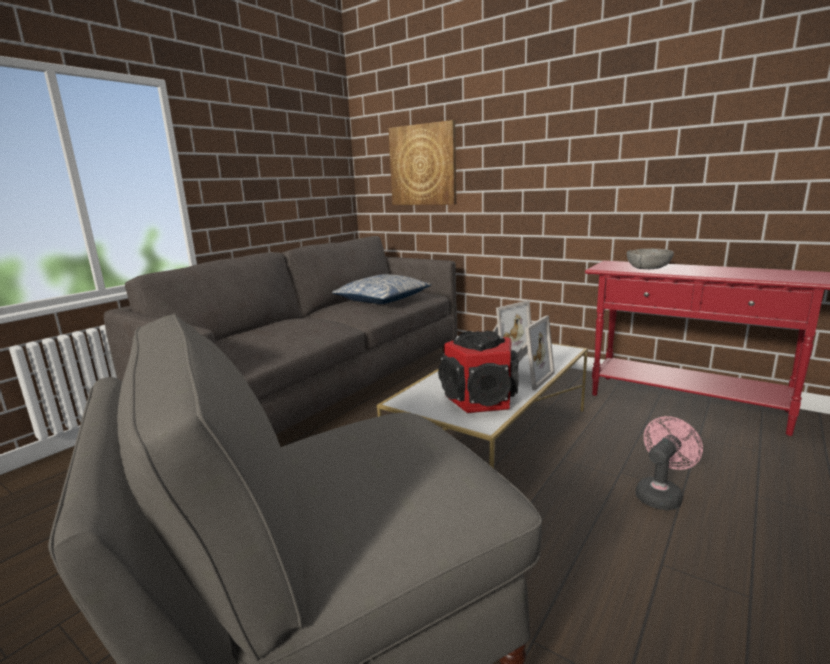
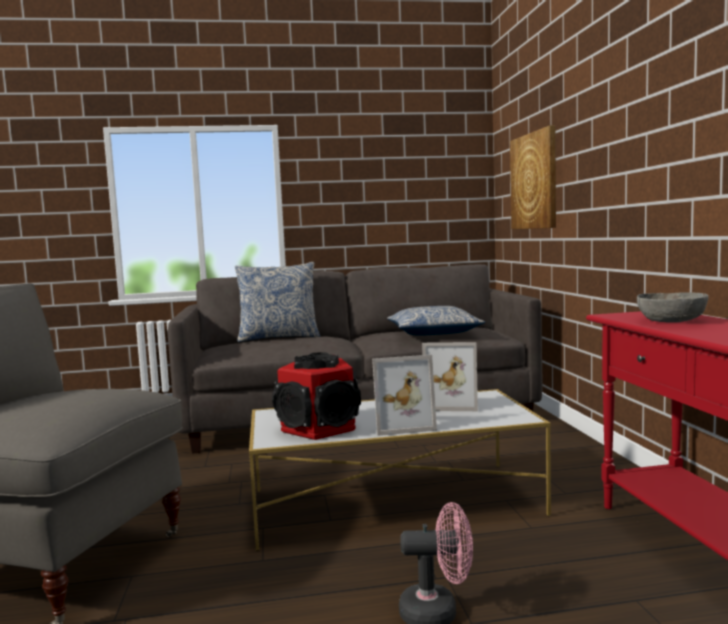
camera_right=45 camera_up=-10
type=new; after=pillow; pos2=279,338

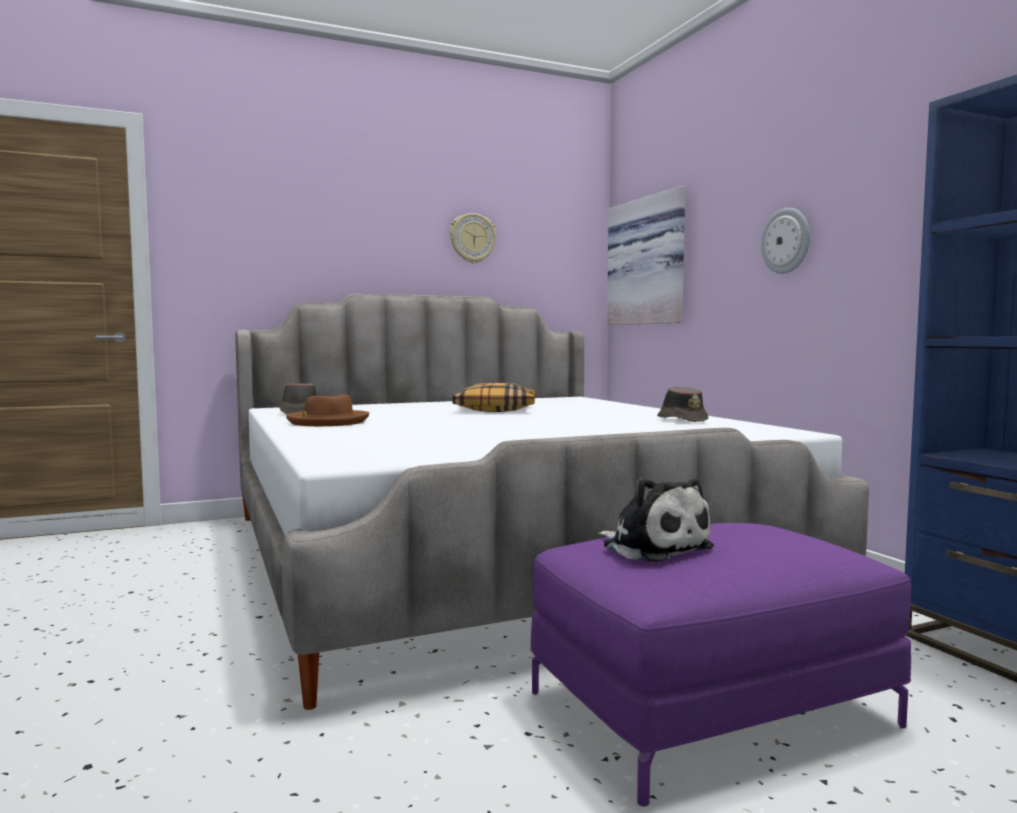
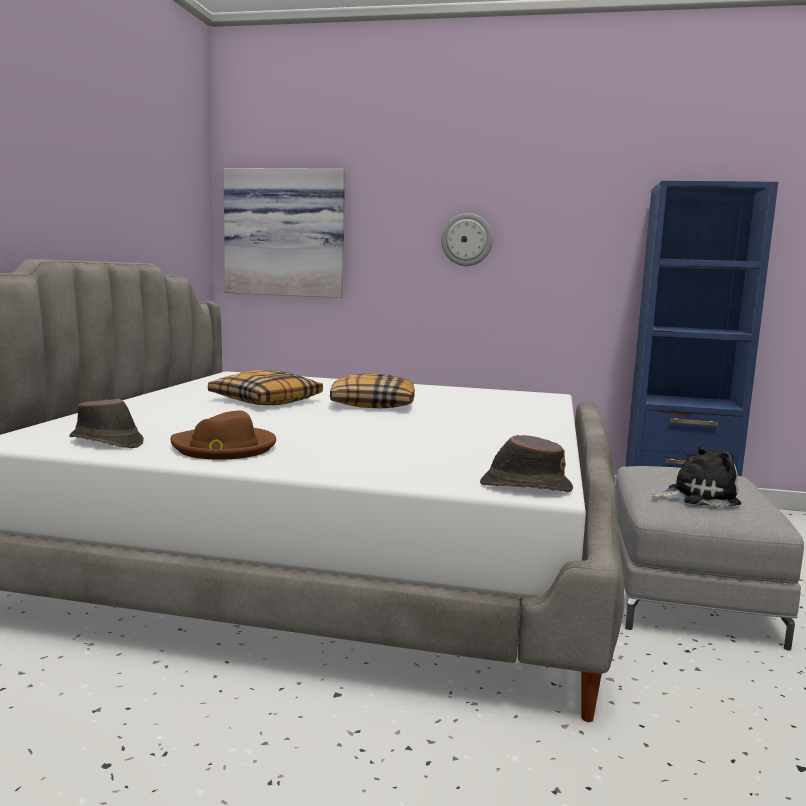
camera_right=-55 camera_up=5
type=new; after=pillow; pos2=371,404
type=shifted; before=brown hat; pos1=682,420; pos2=524,487
type=repainted; before=purple ottoman; after=grey ottoman; pos1=709,707; pos2=685,591
type=gone; before=wall clock; pos1=472,238

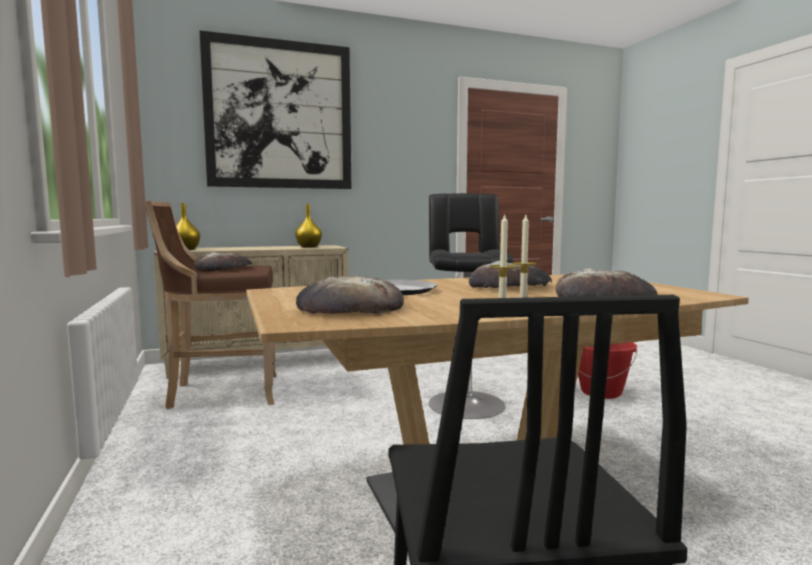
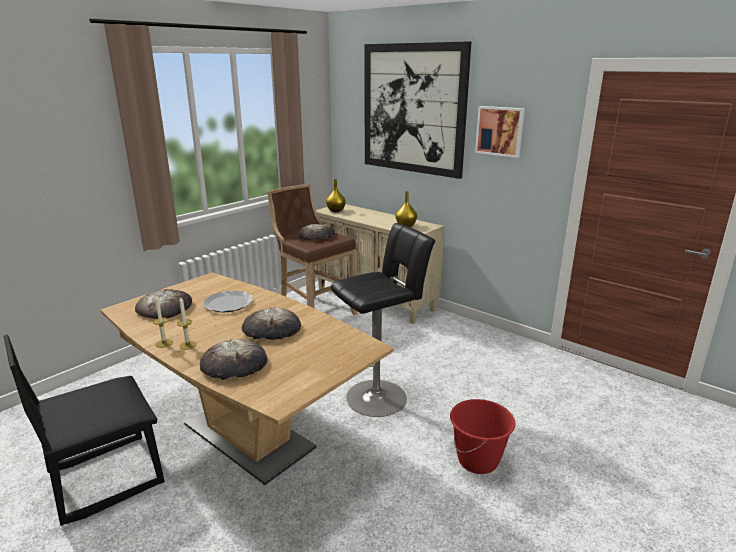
camera_right=60 camera_up=15
type=new; after=picture; pos2=500,131

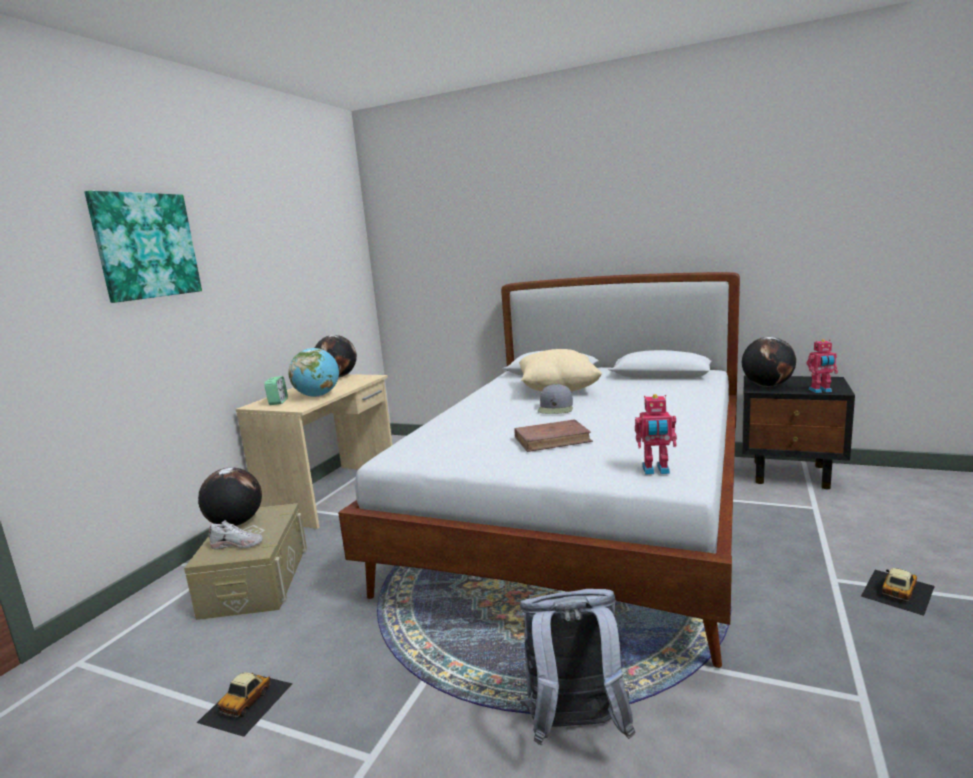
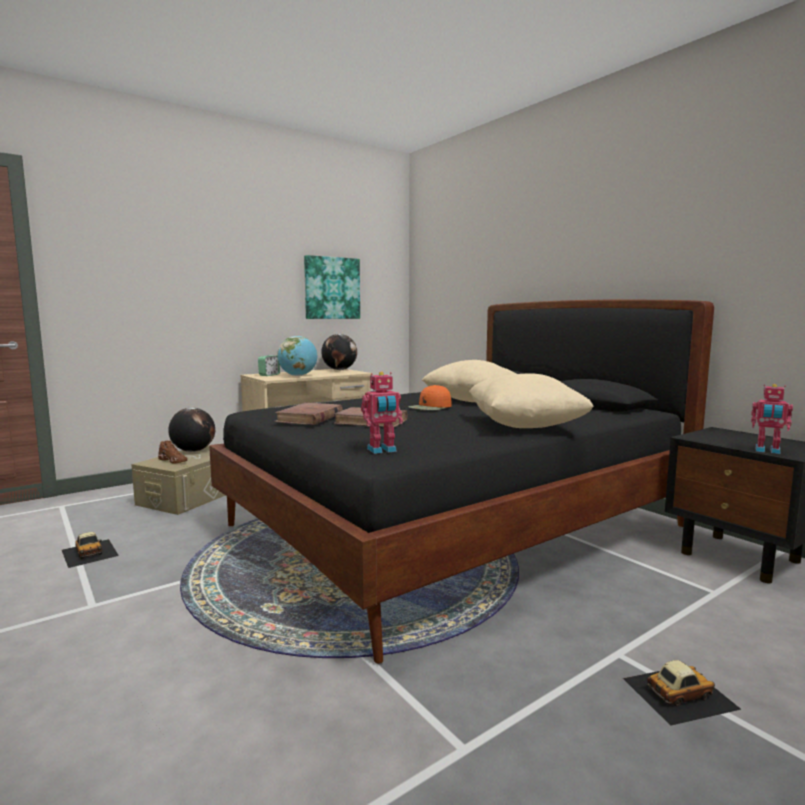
camera_right=30 camera_up=-5
type=rotated; before=toy car; pos1=247,702; pos2=90,552; turn=-90
type=repainted; before=white shoe; after=brown shoe; pos1=237,544; pos2=173,460
type=repainted; before=white bed; after=black bed; pos1=583,518; pos2=455,527
type=new; after=brown book; pos2=309,418
type=shifted; before=picture; pos1=145,246; pos2=332,288
type=rotated; before=toy robot; pos1=656,470; pos2=382,450; turn=-60
type=repainted; before=grey cap; after=orange cap; pos1=556,408; pos2=430,407
type=new; after=beige pillow; pos2=525,426
type=gone; before=grey backpack; pos1=575,728
type=gone; before=globe; pos1=767,386

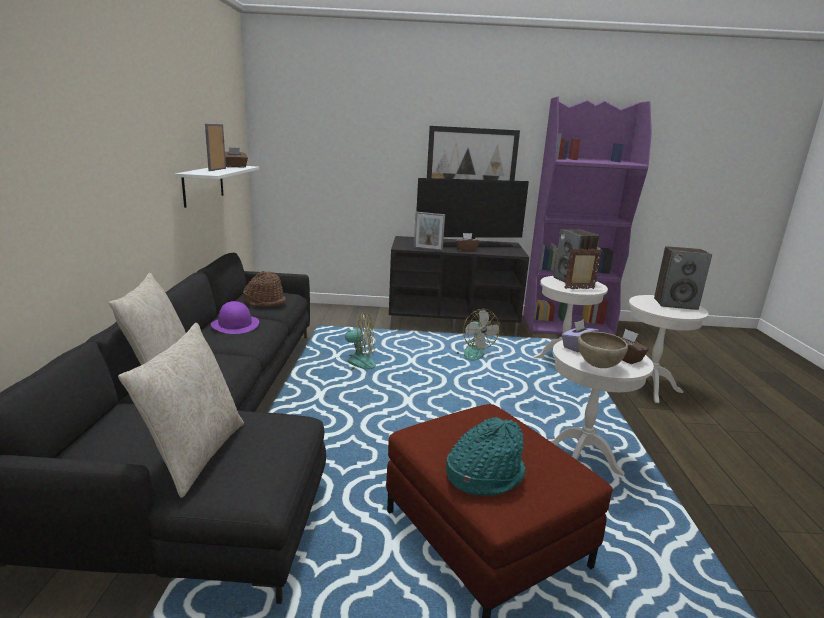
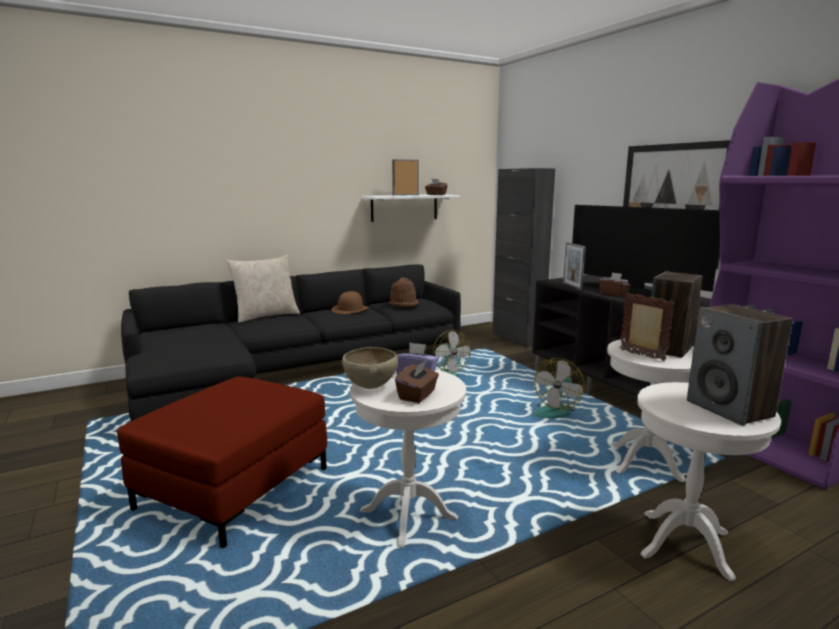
camera_right=60 camera_up=-5
type=repainted; before=purple hat; after=brown hat; pos1=235,324; pos2=350,309
type=new; after=black cabinet; pos2=517,338
type=gone; before=beige pillow; pos1=195,454
type=gone; before=turquoise hat; pos1=484,475

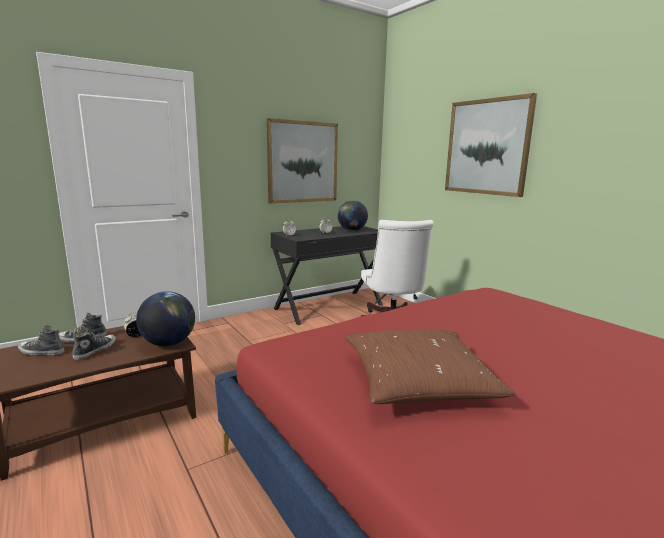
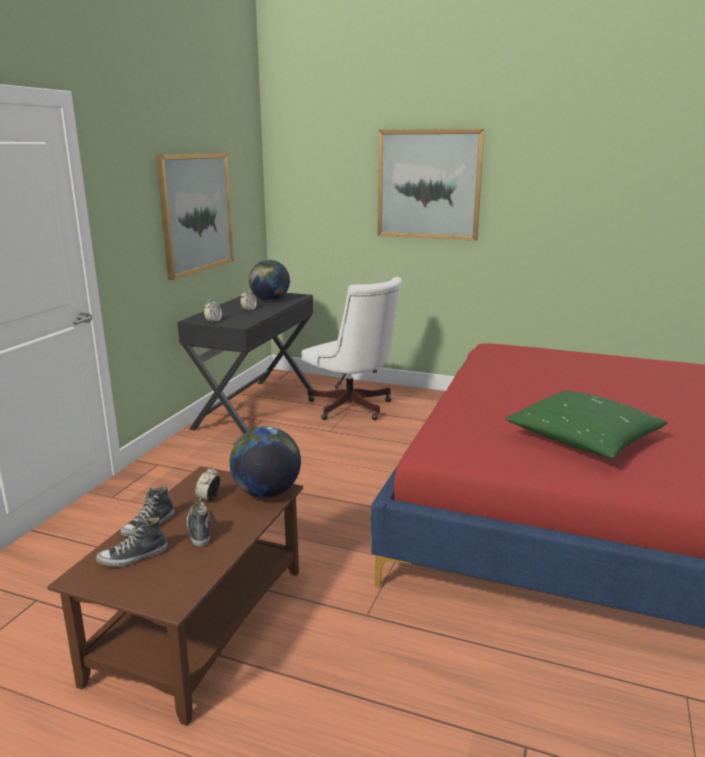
camera_right=-35 camera_up=5
type=repainted; before=brown pillow; after=green pillow; pos1=418,382; pos2=583,439

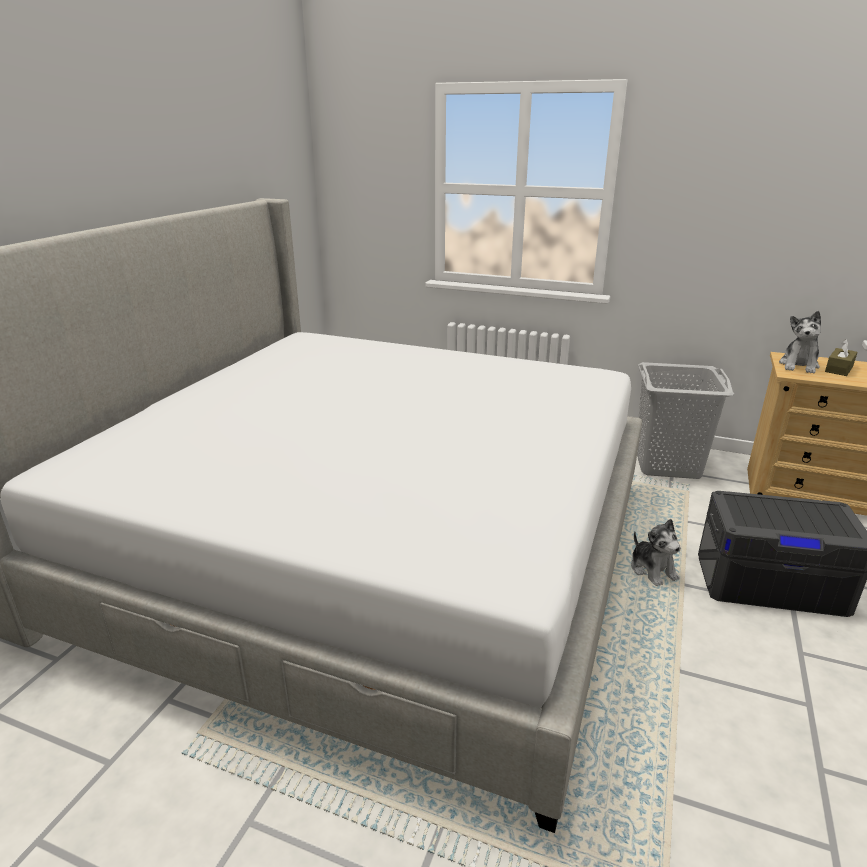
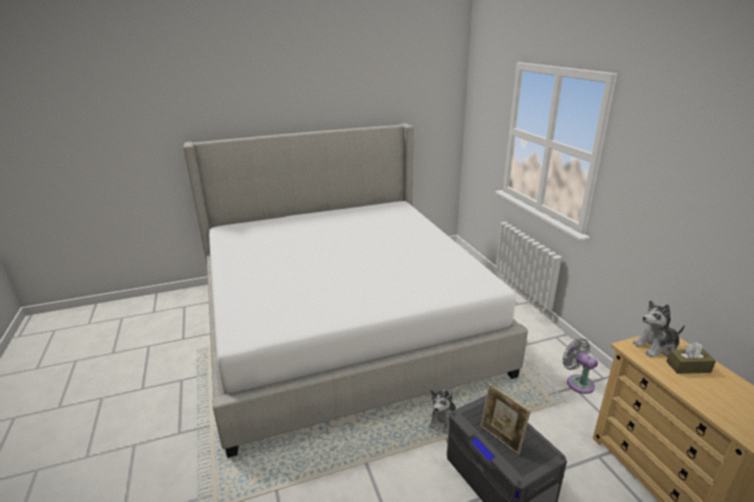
camera_right=50 camera_up=0
type=new; after=picture frame; pos2=501,439
type=swapped; before=grey laundry basket; after=grey fan; pos1=668,465; pos2=577,382

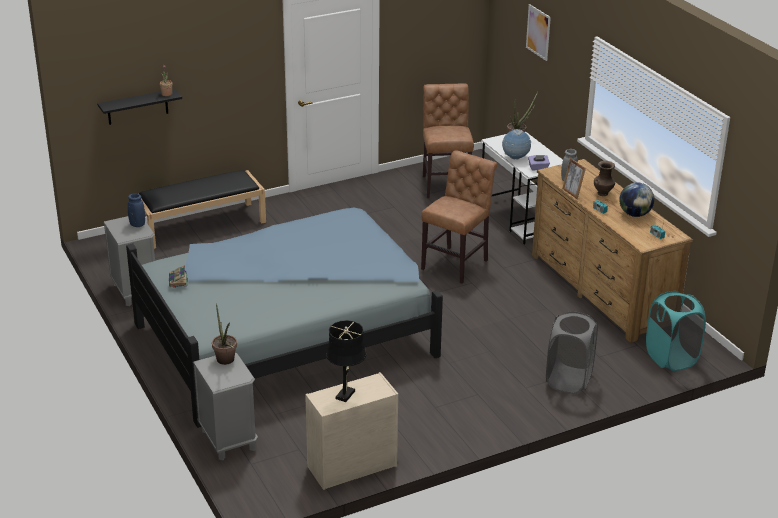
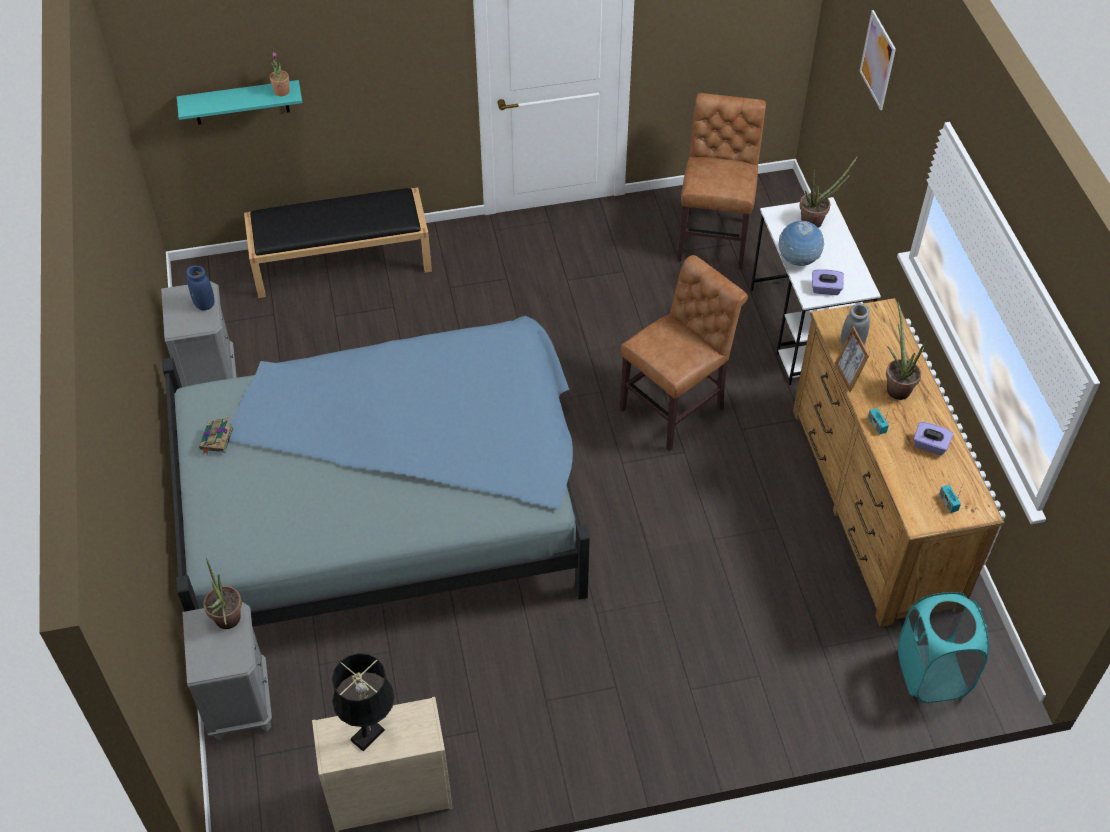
camera_right=15 camera_up=20
type=repainted; before=black shelf; after=turquoise shelf; pos1=137,107; pos2=241,102
type=swapped; before=brown vase; after=potted plant; pos1=603,193; pos2=896,386
type=swapped; before=globe; after=purple tissue box; pos1=635,214; pos2=930,445
type=gone; before=grey laundry basket; pos1=569,380

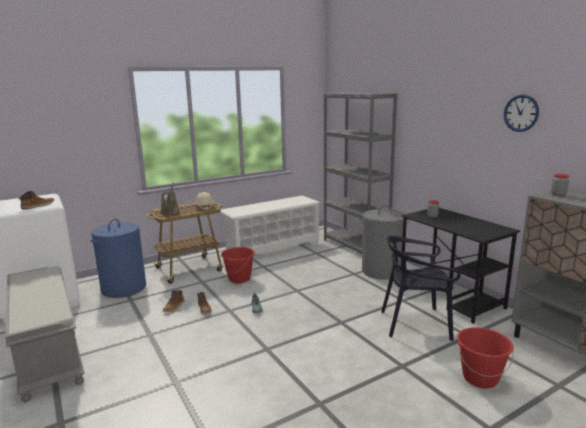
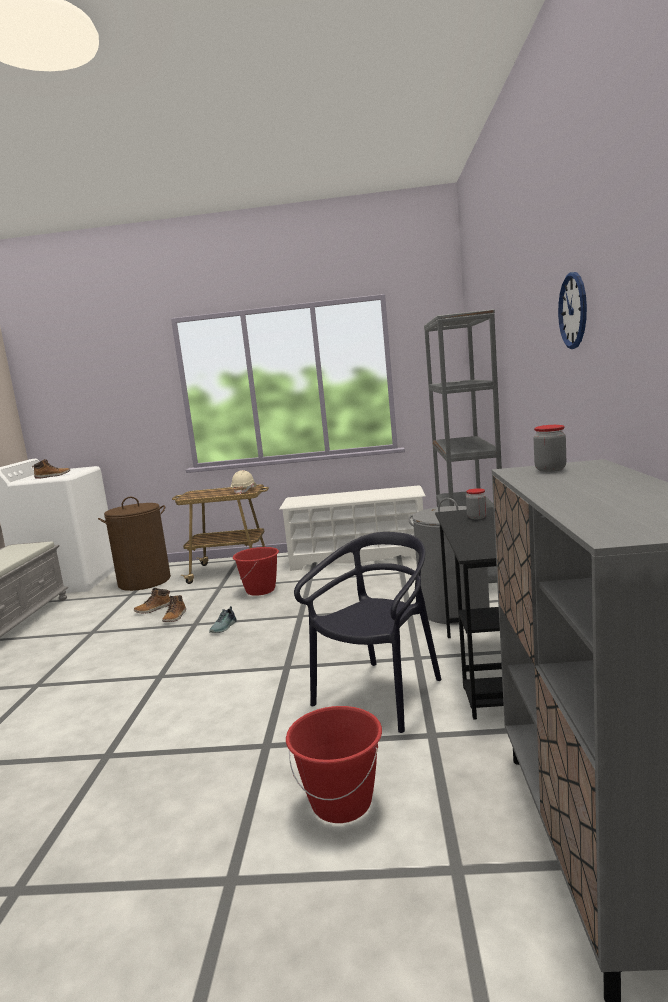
camera_right=35 camera_up=-5
type=repainted; before=blue laundry basket; after=brown laundry basket; pos1=123,288; pos2=144,581
type=rotated; before=black chair; pos1=415,324; pos2=380,695; turn=90
type=gone; before=brown watering can; pos1=170,211

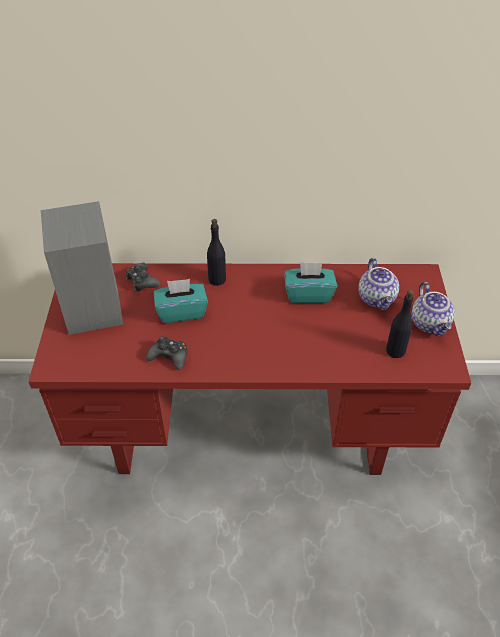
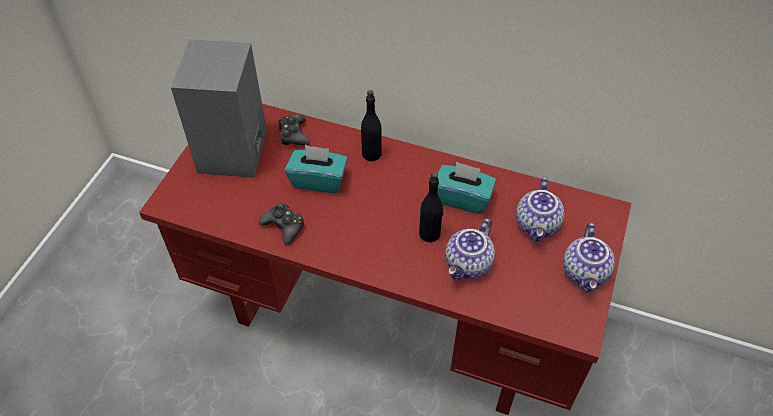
camera_right=20 camera_up=5
type=shifted; before=black bottle; pos1=395,350; pos2=430,233
type=new; after=teapot; pos2=469,265

